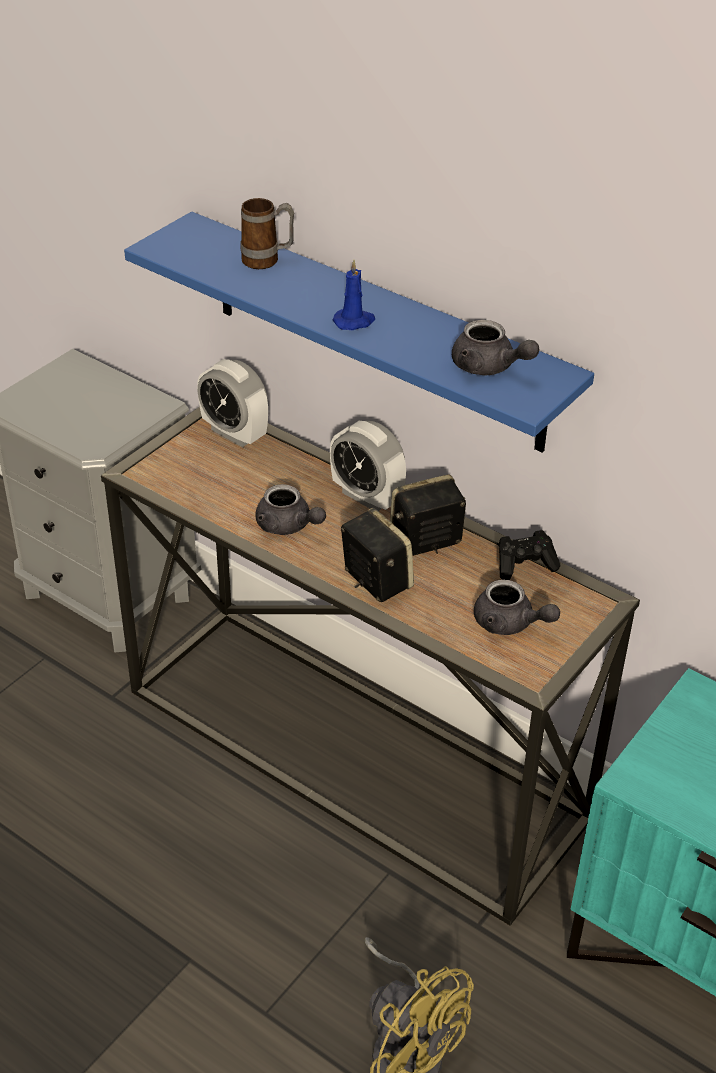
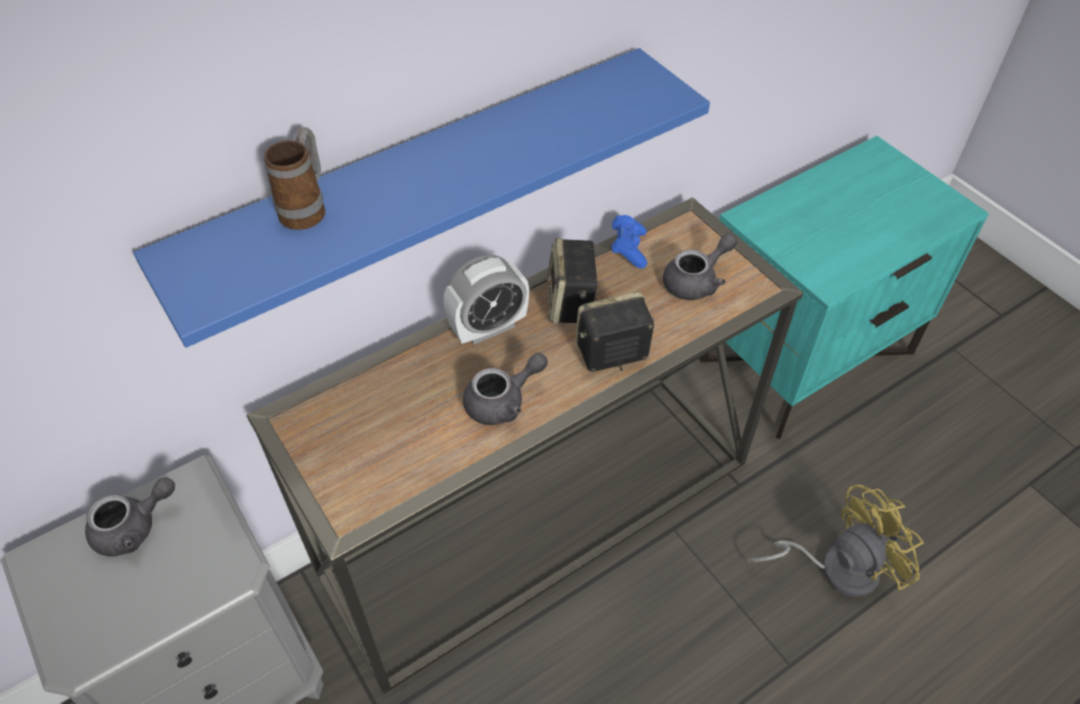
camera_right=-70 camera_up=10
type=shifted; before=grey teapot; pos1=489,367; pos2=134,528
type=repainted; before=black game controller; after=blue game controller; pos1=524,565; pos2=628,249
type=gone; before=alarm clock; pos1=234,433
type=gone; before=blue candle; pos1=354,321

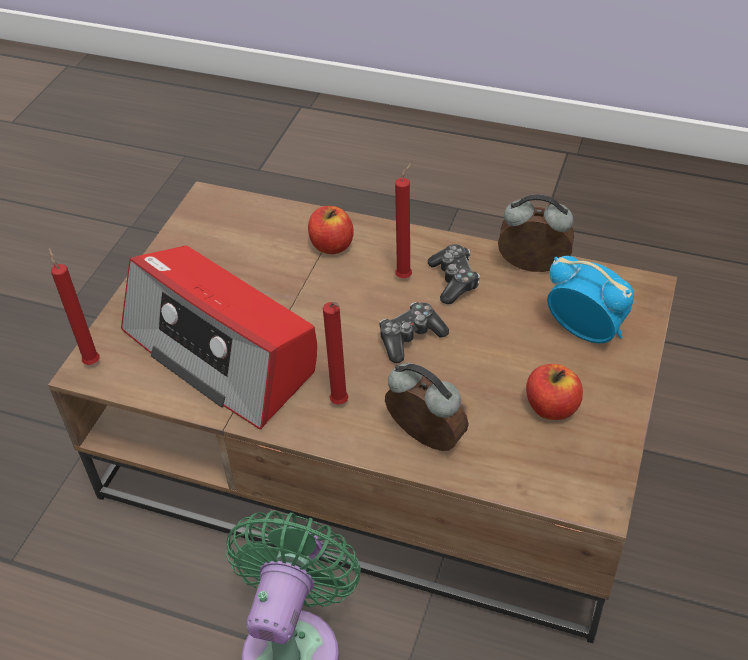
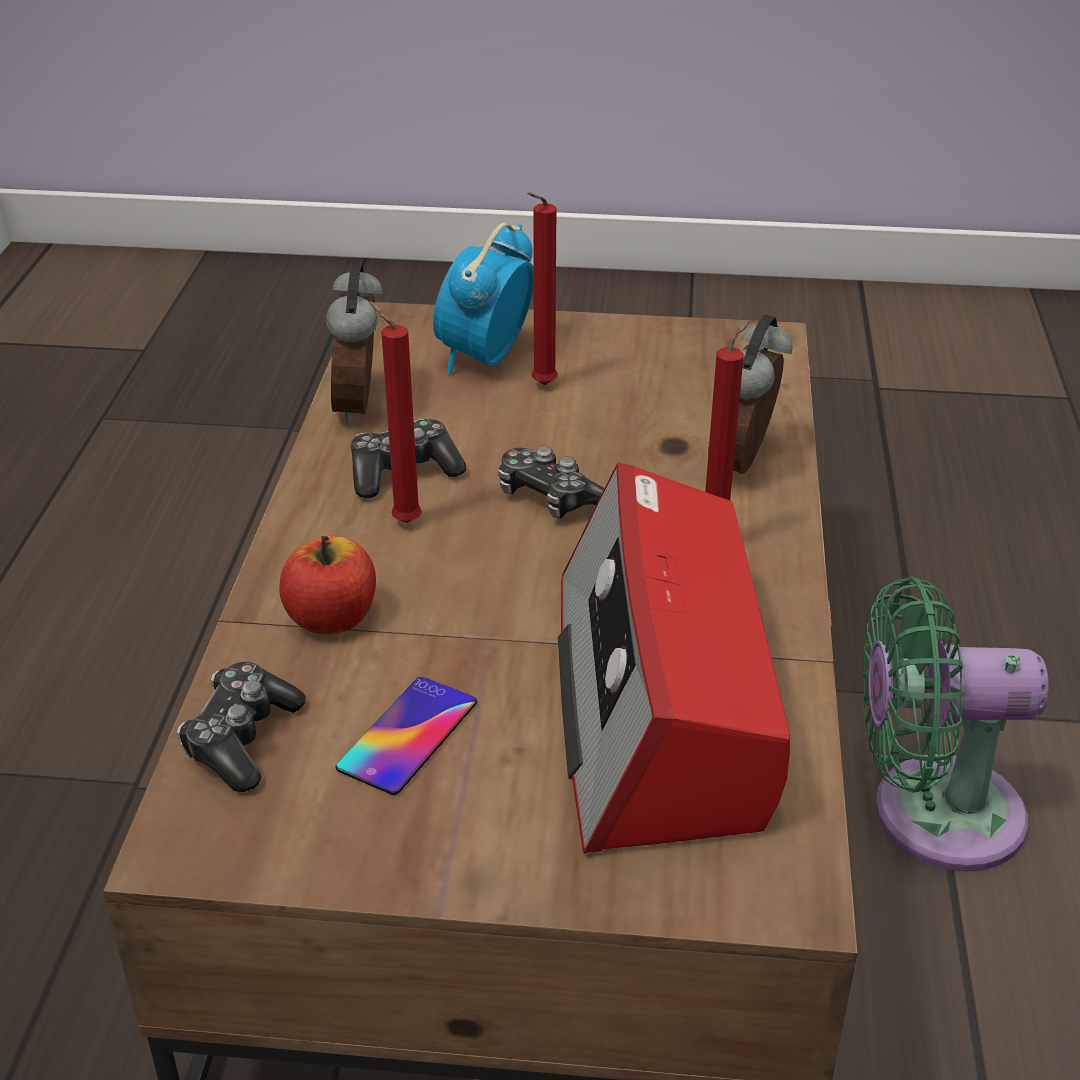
camera_right=-105 camera_up=-10
type=new; after=game controller; pos2=242,739
type=new; after=phone; pos2=408,735
type=shifted; before=red candle; pos1=91,361; pos2=541,386
type=rotated; before=radio; pos1=222,352; pos2=660,702; turn=150
type=gone; before=apple; pos1=551,407

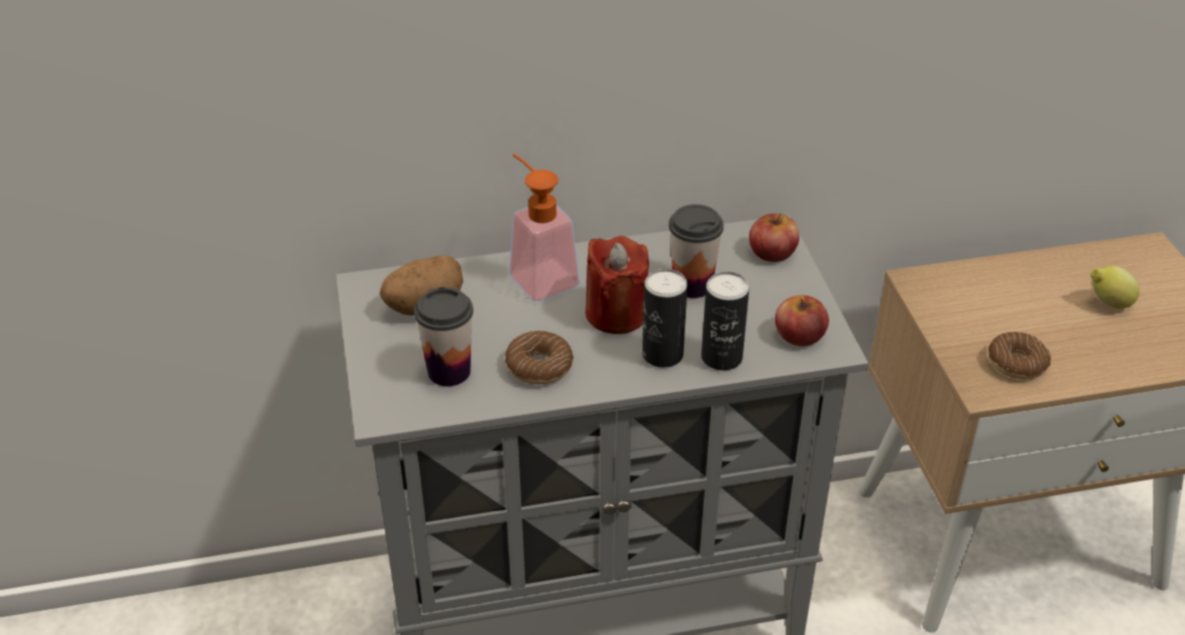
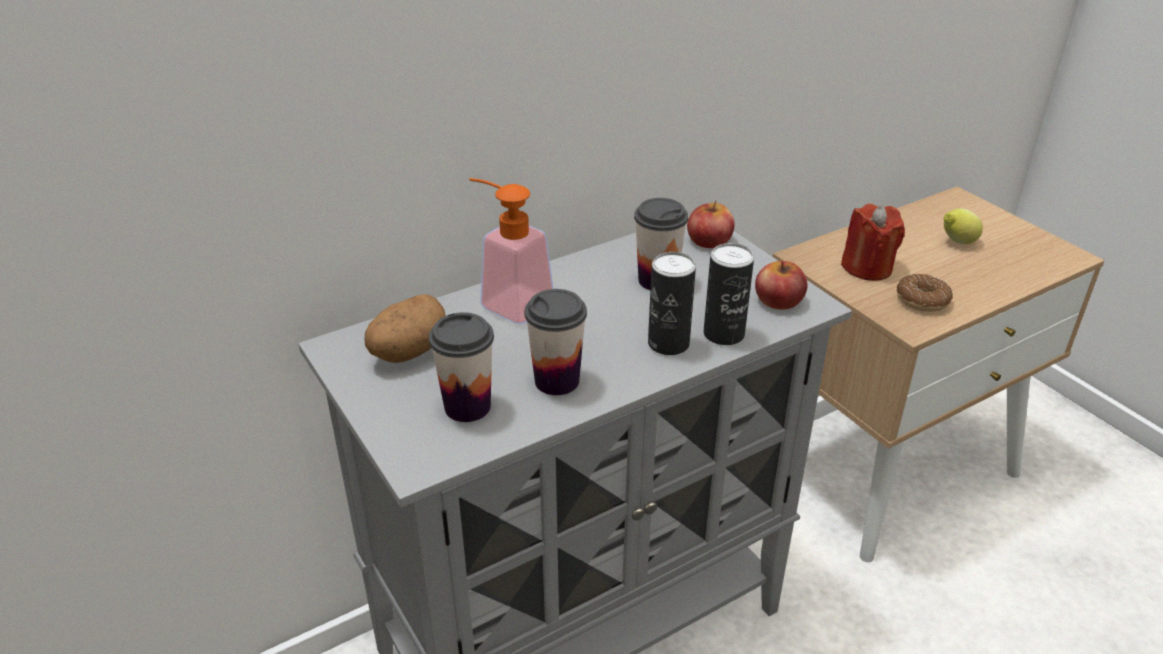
camera_right=-20 camera_up=-5
type=swapped; before=donut; after=cup; pos1=539,366; pos2=557,381
type=shifted; before=red candle; pos1=616,314; pos2=867,267

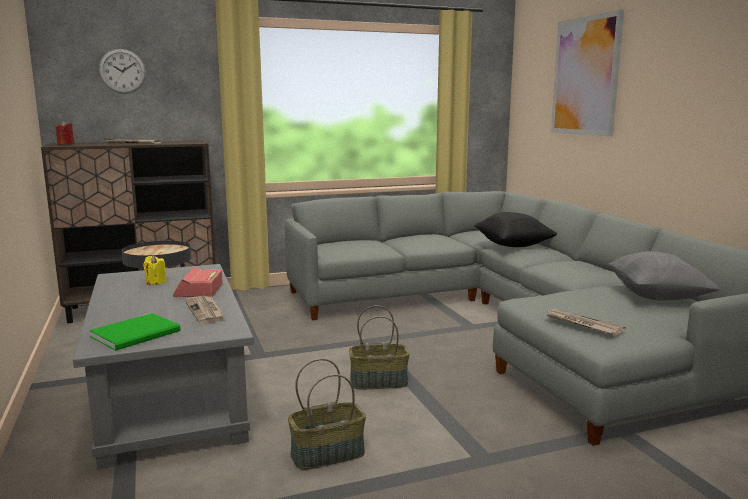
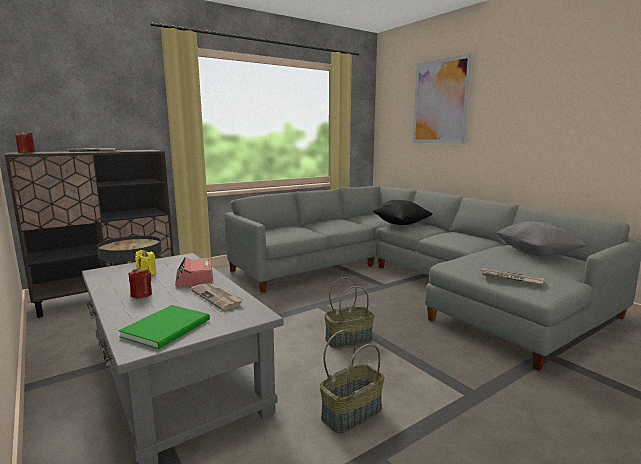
camera_right=-15 camera_up=0
type=new; after=red candle; pos2=141,295
type=gone; before=wall clock; pos1=122,71

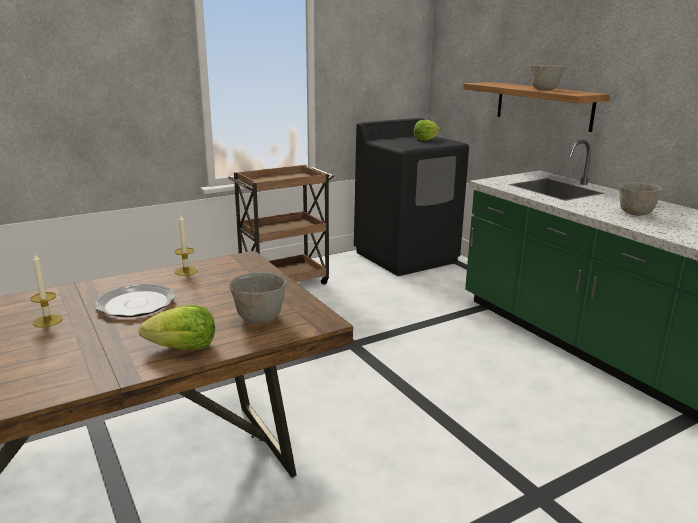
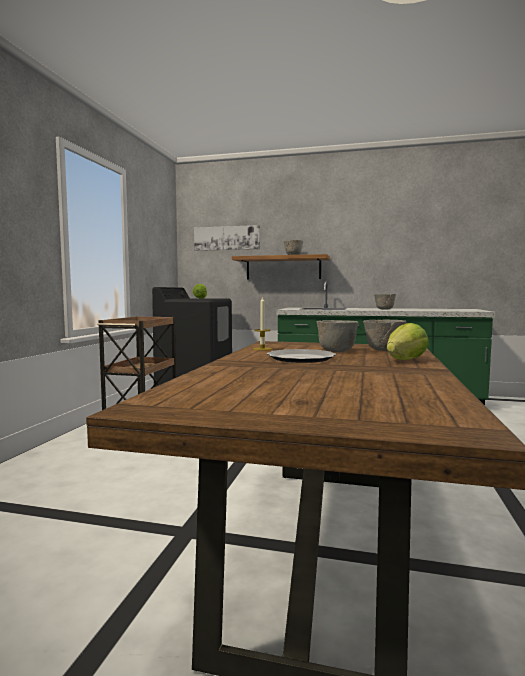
camera_right=-45 camera_up=-15
type=new; after=picture; pos2=227,238
type=new; after=grey bowl; pos2=335,351
type=gone; before=candle; pos1=47,321

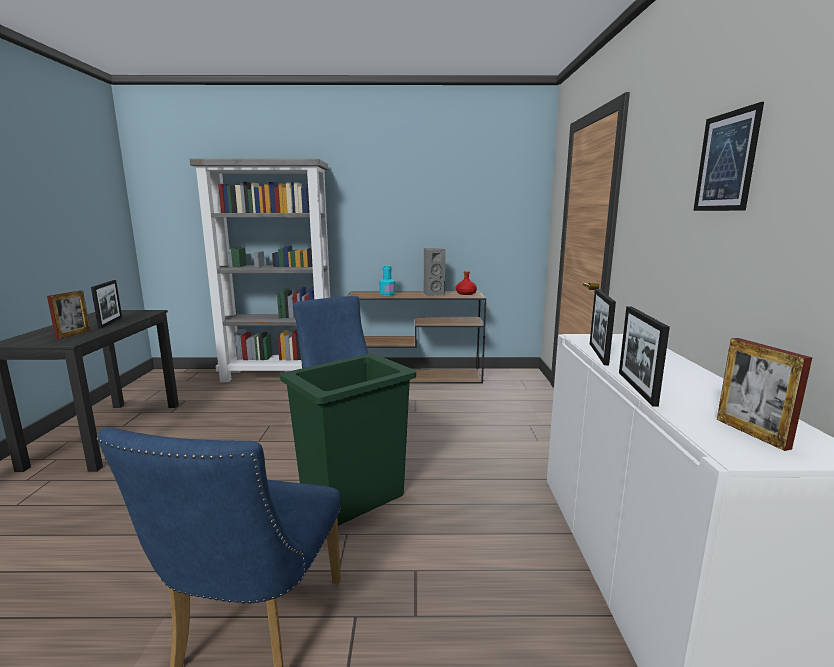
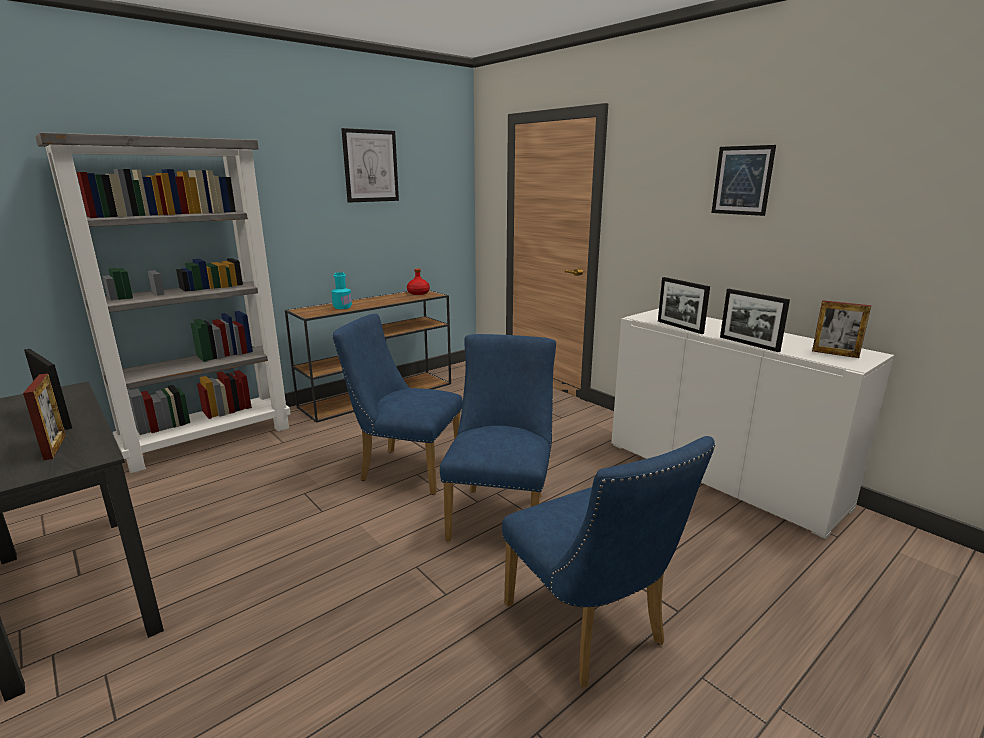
camera_right=-40 camera_up=5
type=new; after=picture; pos2=370,166
type=swapped; before=green trash can; after=blue chair; pos1=354,496; pos2=501,513
type=gone; before=grey speaker; pos1=433,294

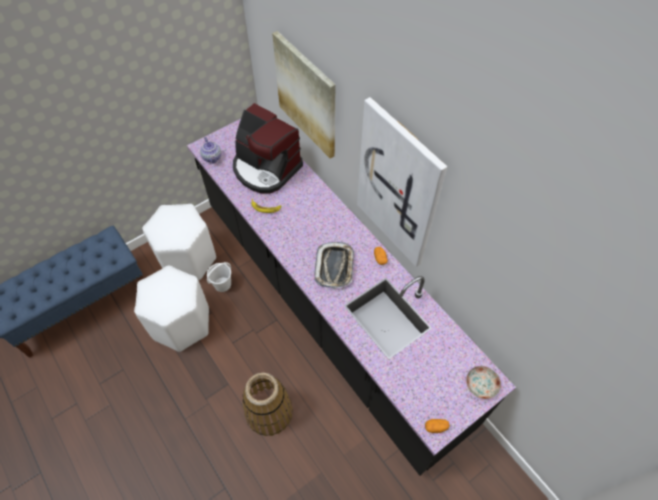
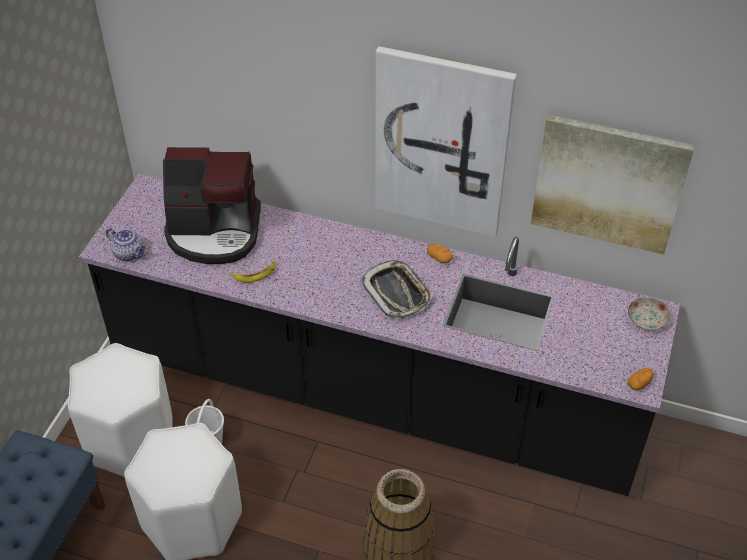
camera_right=-35 camera_up=-10
type=shifted; before=picture; pos1=307,95; pos2=608,183

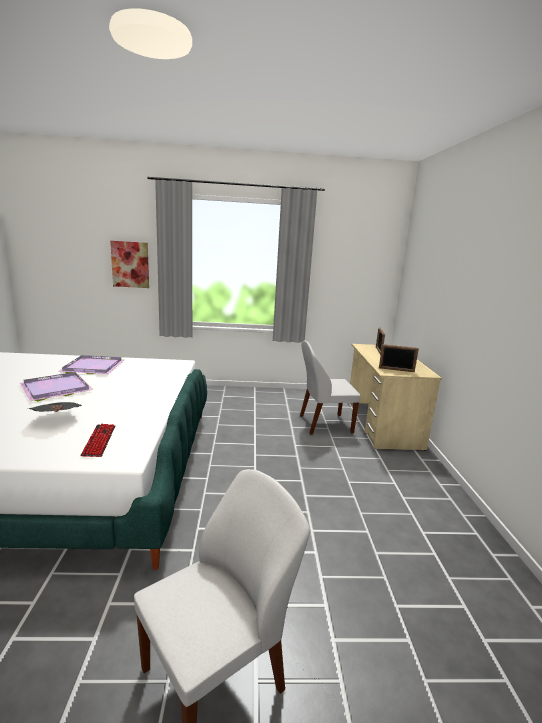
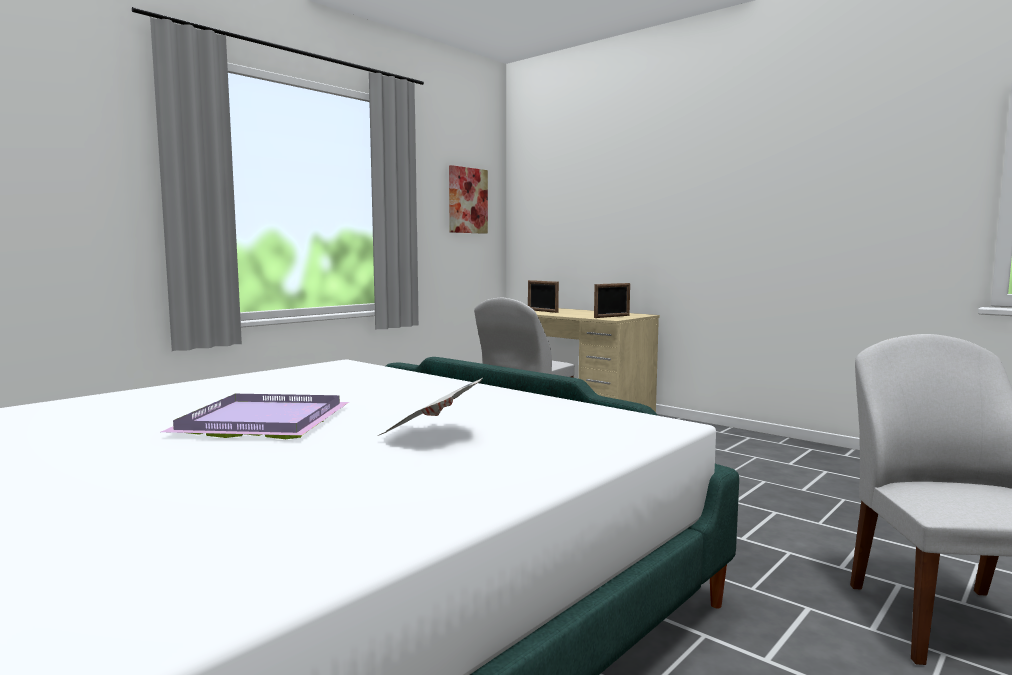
camera_right=-45 camera_up=-10
type=shifted; before=picture; pos1=130,264; pos2=467,200
type=gone; before=purple tray; pos1=94,367
type=gone; before=keyboard; pos1=99,441

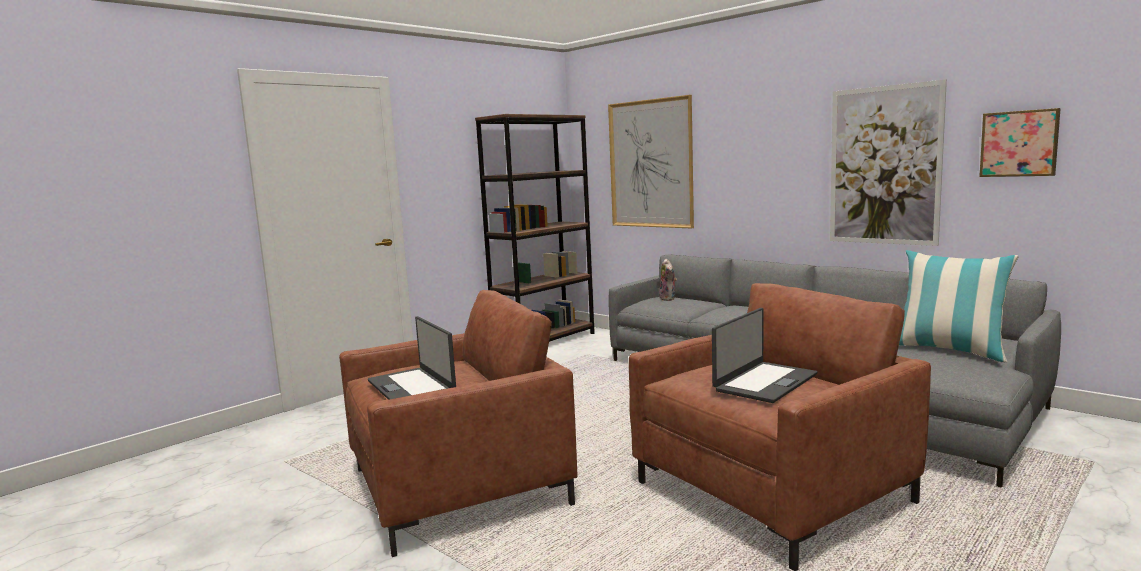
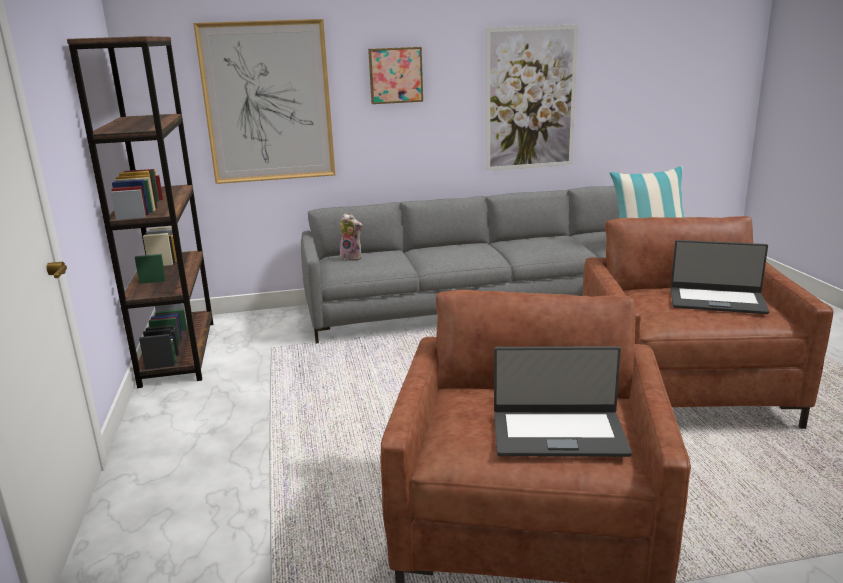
camera_right=-55 camera_up=10
type=shifted; before=picture; pos1=1019,143; pos2=395,75
type=rotated; before=laptop; pos1=764,382; pos2=717,301; turn=120

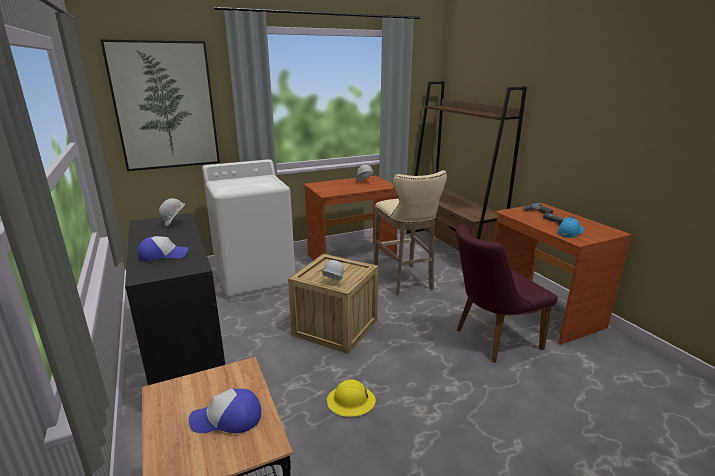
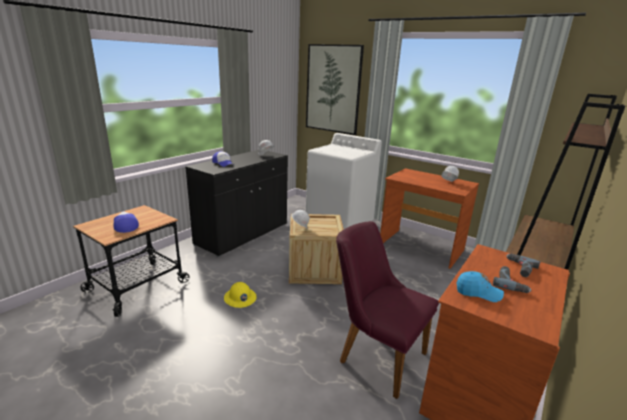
camera_right=60 camera_up=0
type=gone; before=beige stool; pos1=405,281

